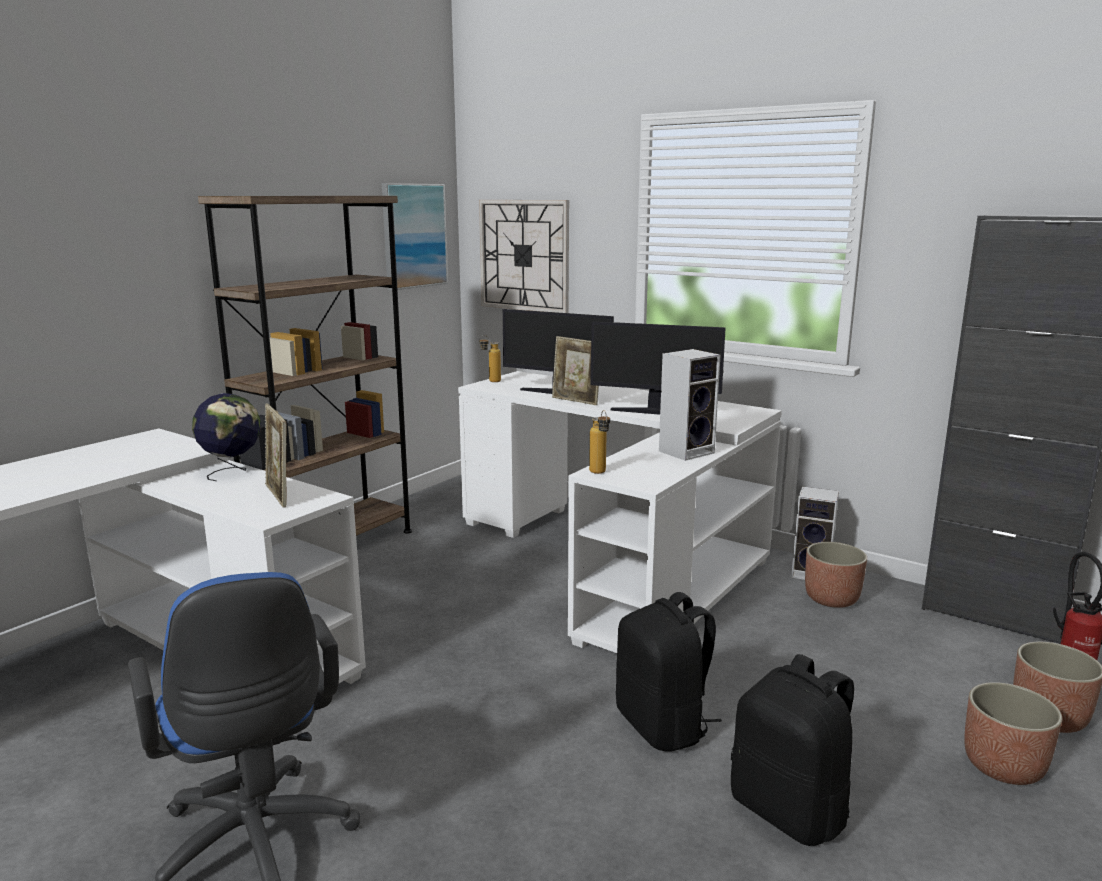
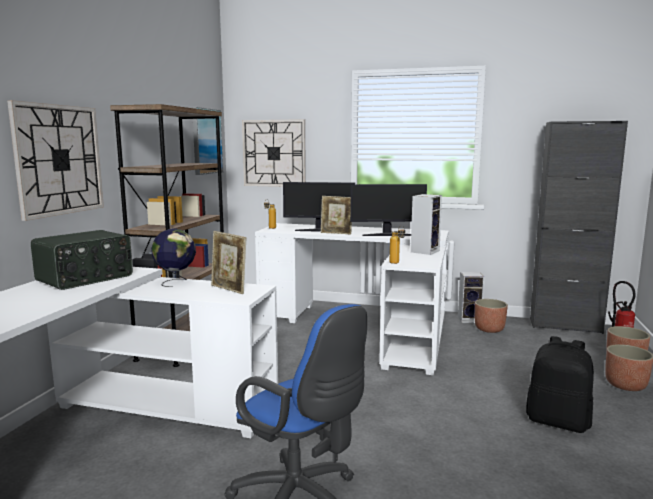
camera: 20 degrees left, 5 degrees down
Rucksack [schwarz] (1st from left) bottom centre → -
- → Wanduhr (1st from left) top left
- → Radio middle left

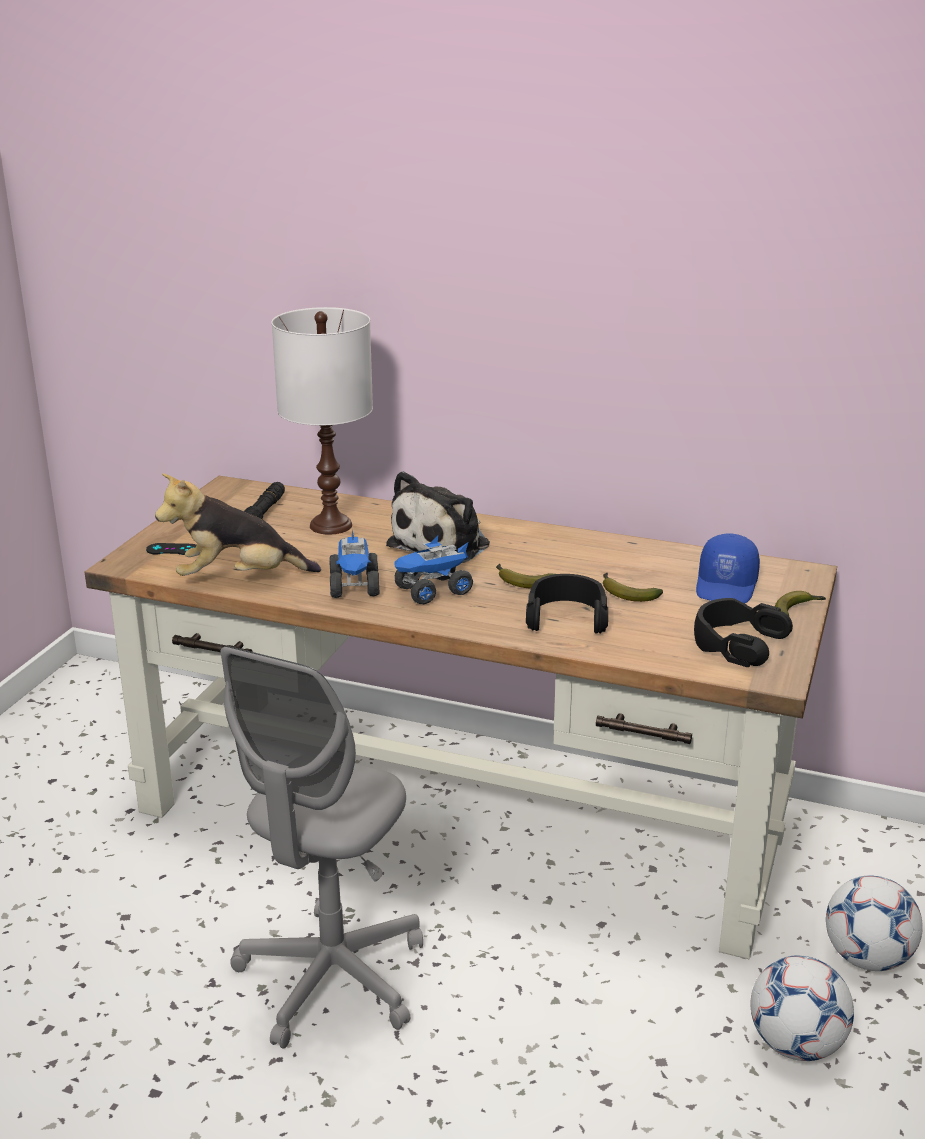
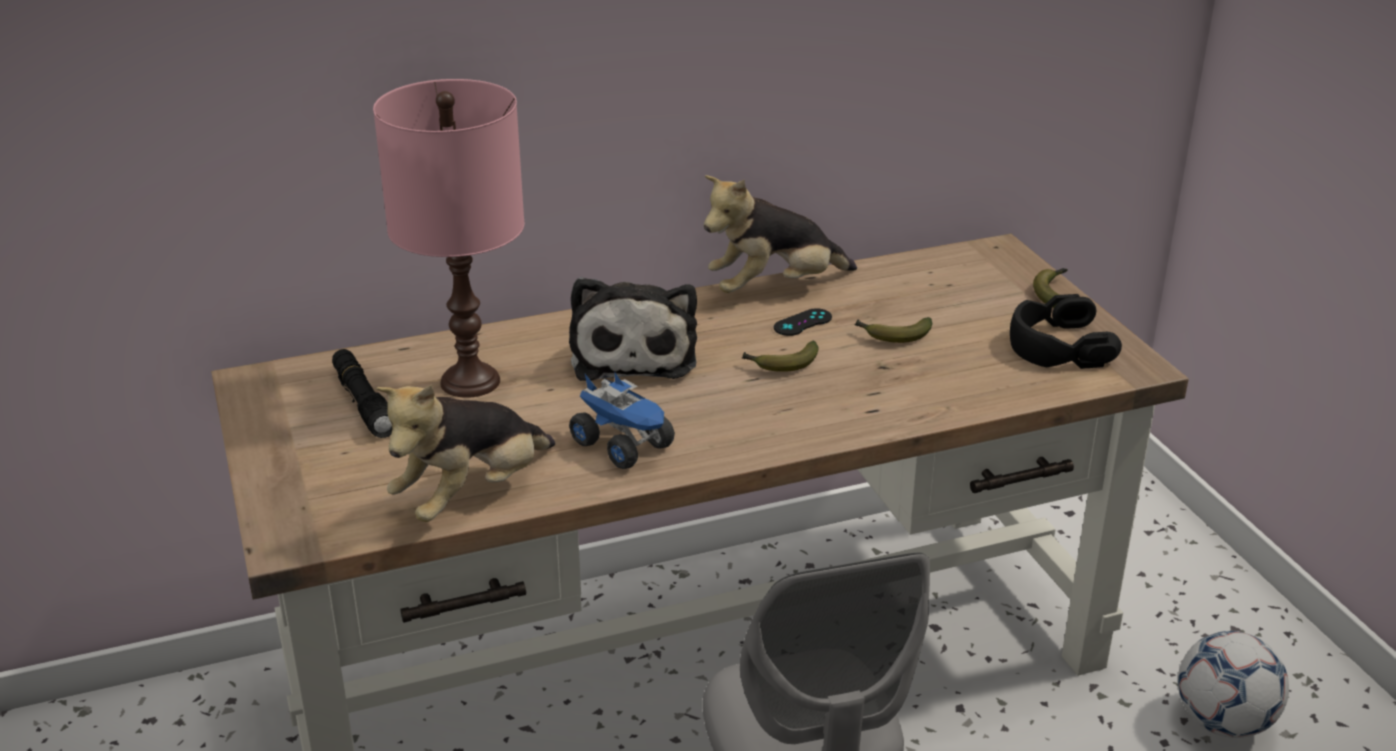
camera: 40 degrees left, 5 degrees up
Tischlampe [weiß] centre → Tischlampe [rosa] top left
Kappe [blau] middle right → -
Spielzeuglaster (2nd from left) centre → -
Gamepad [schwarz] middle left → Gamepad [schwarz] centre, moved
Kopfhörer [schwarz] (1st from left) centre → -
Fußball (2nd from left) bottom right → -
- → Plüschtier (3rd from left) top centre

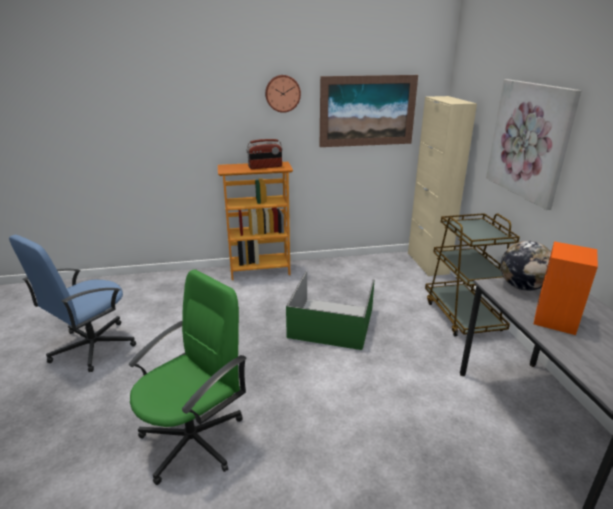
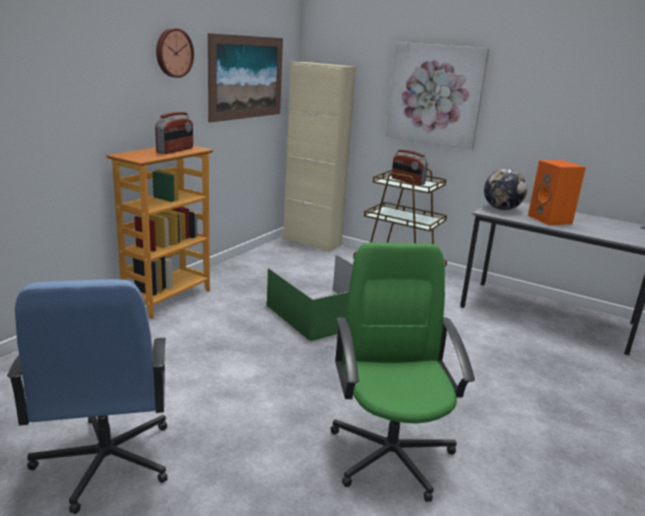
camera: 50 degrees left, 5 degrees down
- → Radio (2nd from left) top centre

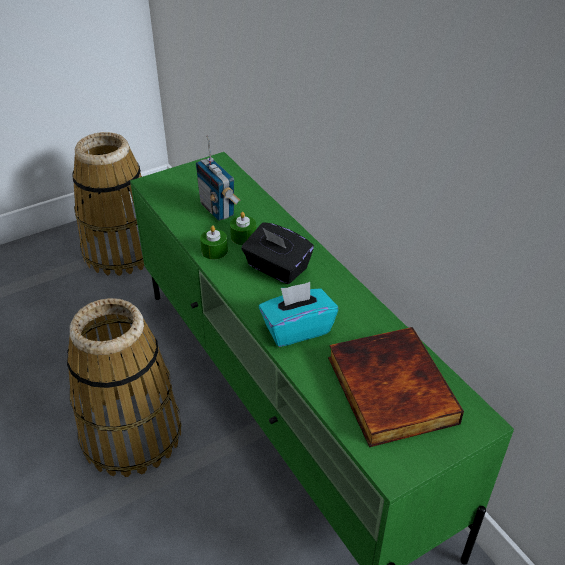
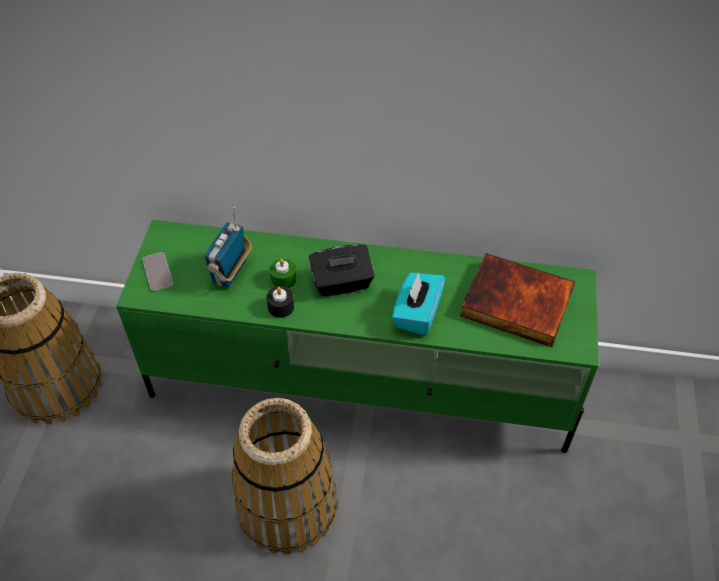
camera: 50 degrees left, 10 degrees up
Radio top centre → Radio middle left, 105 degrees clockwise
Kerze [grün] (1st from left) centre → Kerze [schwarz] centre
- → Handy middle left

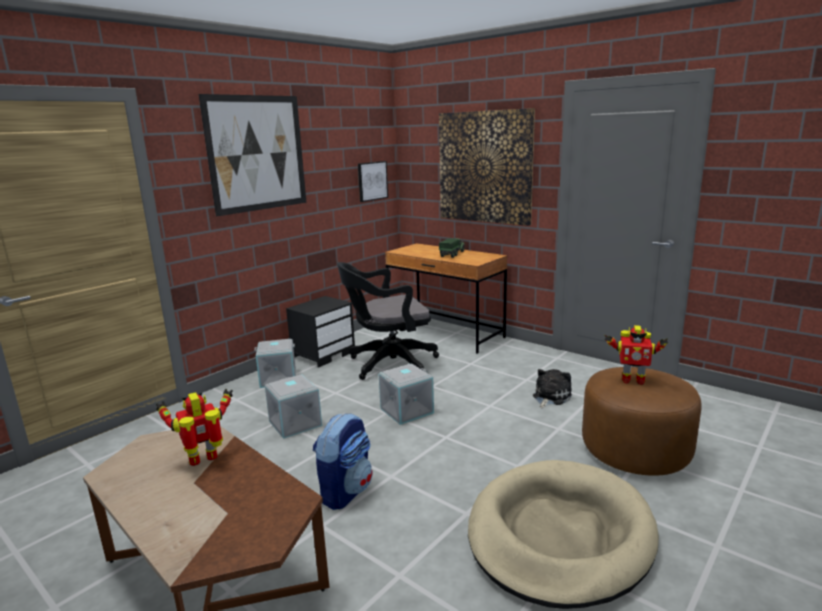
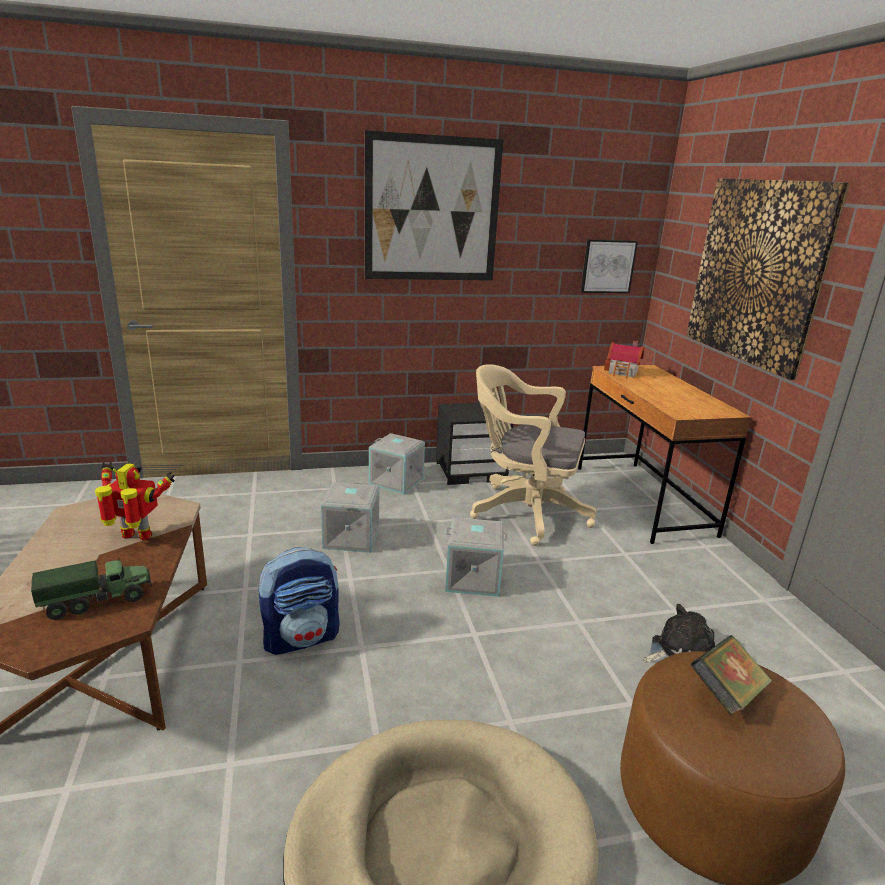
camera: 35 degrees right, 5 degrees up
Spielzeuglaster centre → Spielzeuglaster middle left, moved
Bürostuhl [schwarz] centre → Bürostuhl [beige] centre
Spielzeugroboter (2nd from left) middle right → Buch bottom right
- → Spielzeughaus middle right

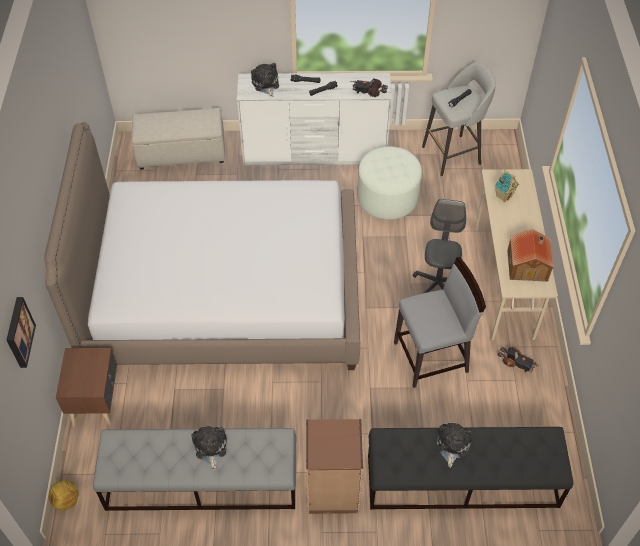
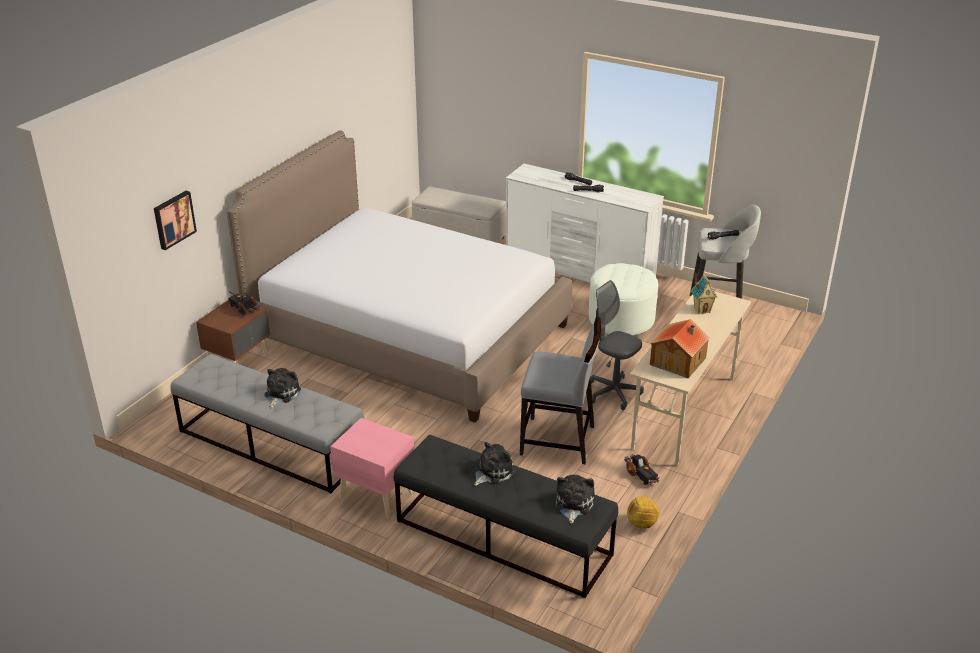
camera: 30 degrees right, 20 degrees down
Plüschtier (2nd from left in the first image) top centre → Plüschtier (3rd from left) bottom centre, moved
Spielzeuglaster (1st from left) top centre → Spielzeuglaster (1st from left) middle left, moved
Bürostuhl [grau] middle right → Bürostuhl [grau] centre, 90 degrees counterclockwise
Bücherregal [braun] bottom centre → Nachttisch [rosa] bottom centre
Fußball bottom left → Fußball bottom centre, moved

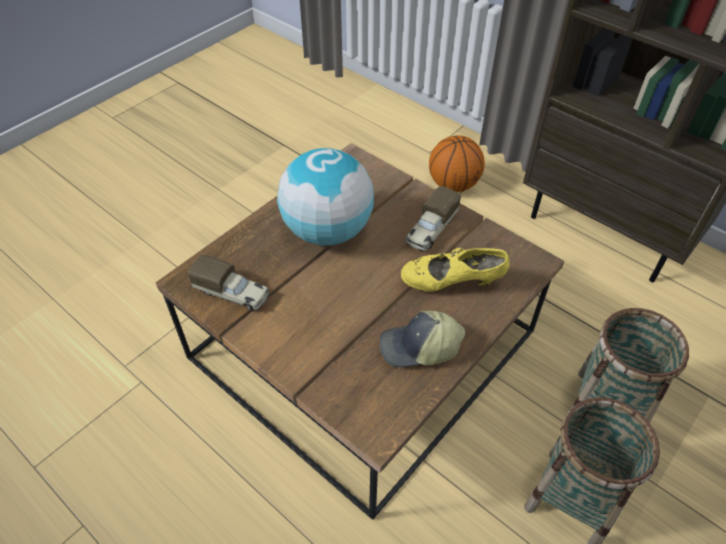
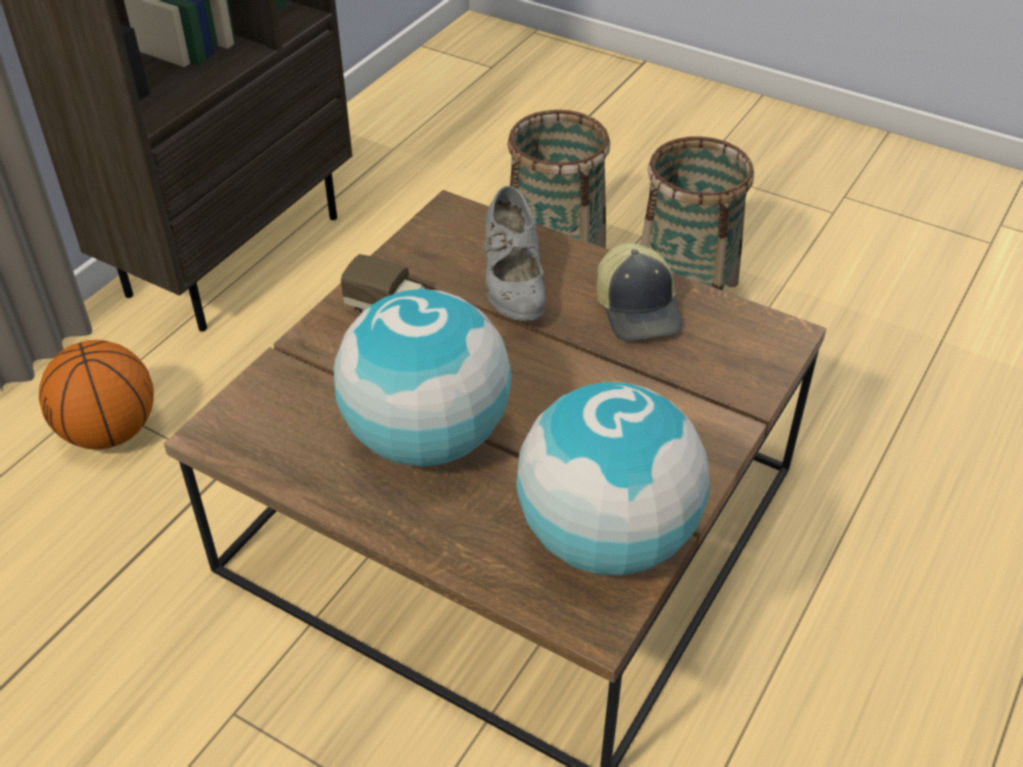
camera: 100 degrees left, 5 degrees down
Schuh [gelb] centre → Schuh [grau] top centre
Spielzeuglaster (1st from left) middle left → Globus (2nd from left) centre

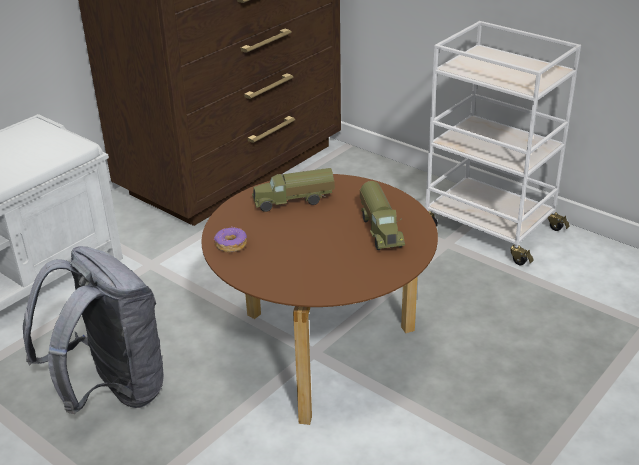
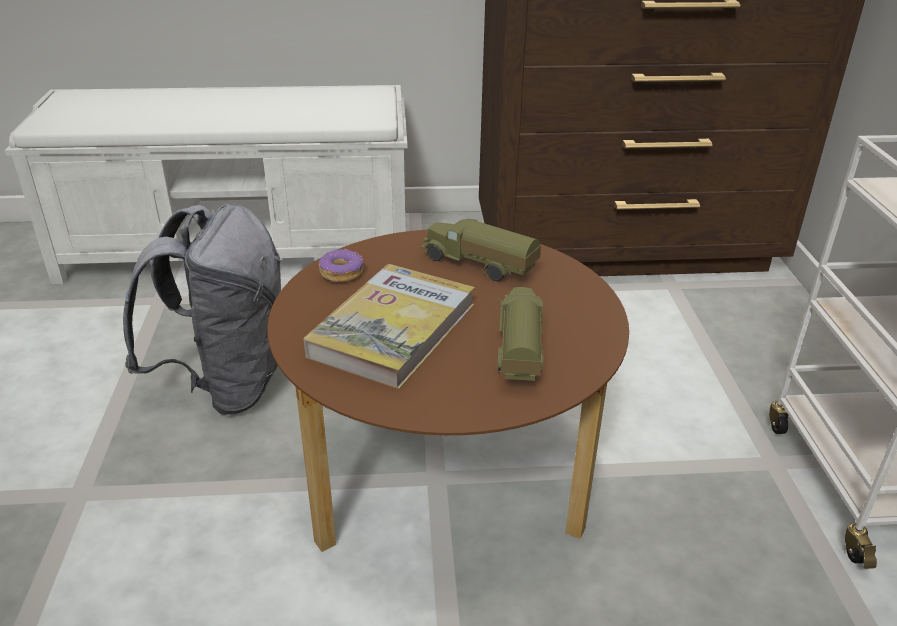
camera: 45 degrees right, 0 degrees up
Spielzeuglaster (2nd from left) centre, 150 degrees clockwise
- → Buch centre

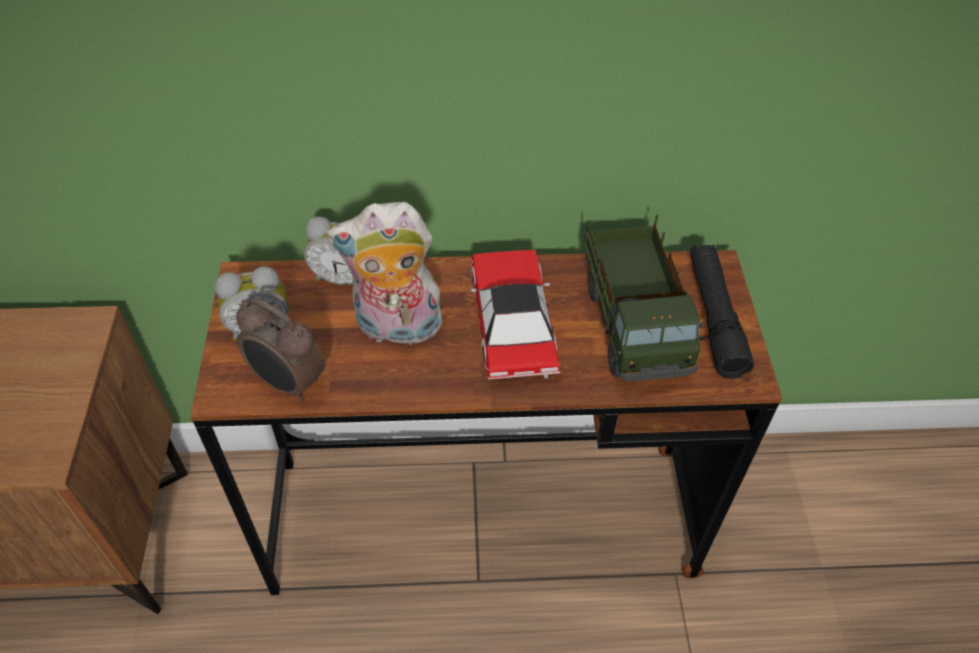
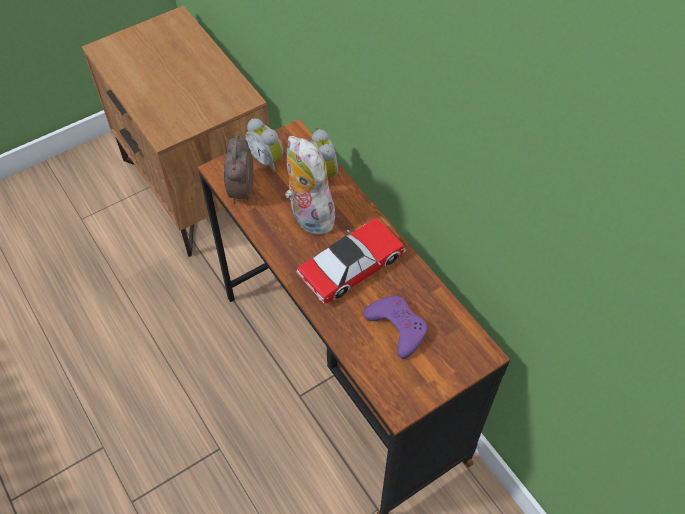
camera: 60 degrees right, 5 degrees up
Spielzeuglaster centre → Gamepad [lila] centre
Taschenlampe [schwarz] middle right → -

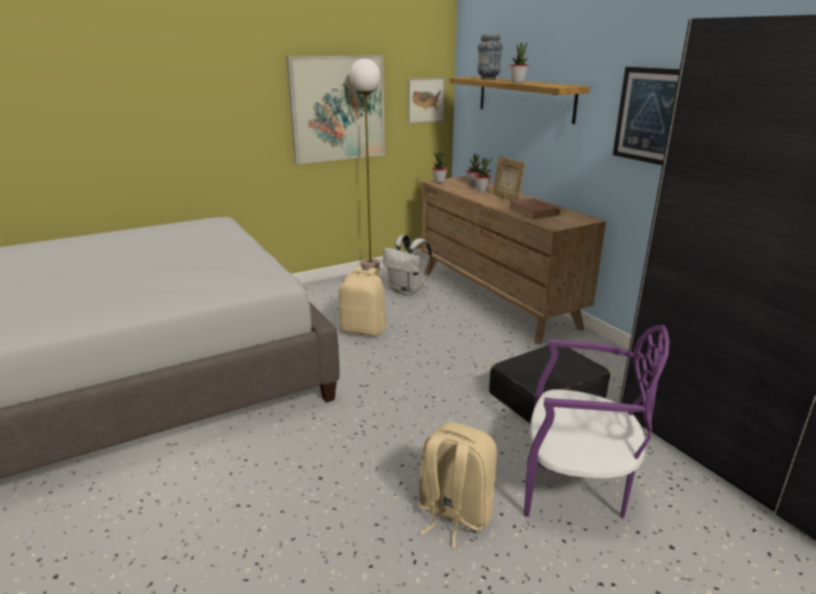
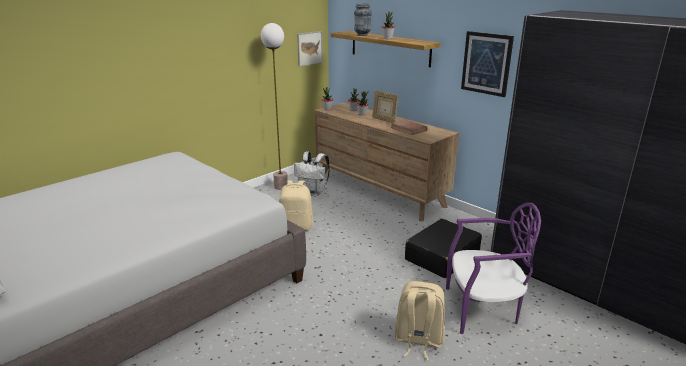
camera: 15 degrees left, 0 degrees up
Bild (1st from left) top centre → -

